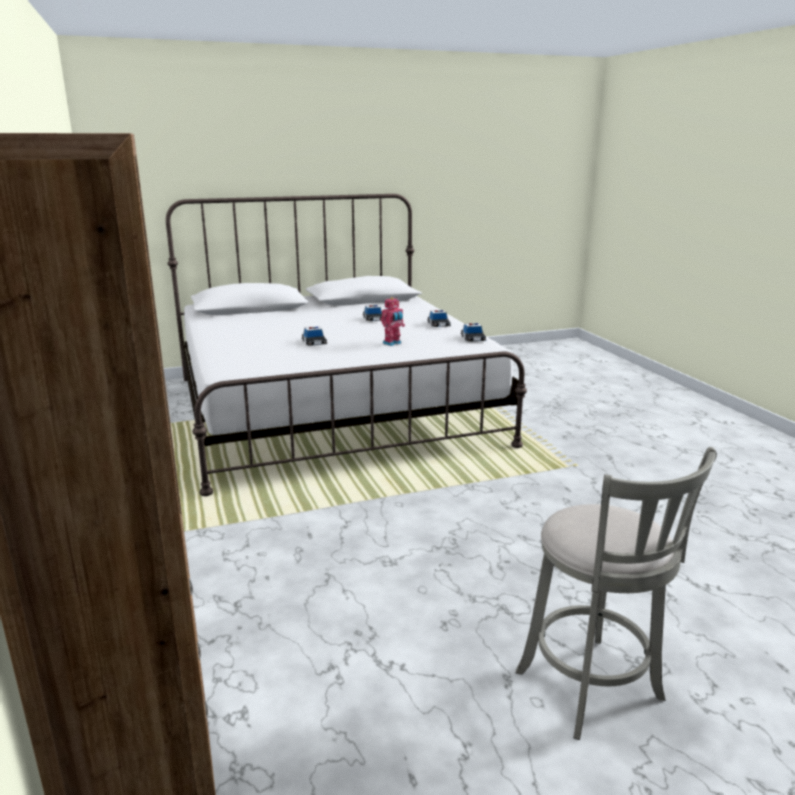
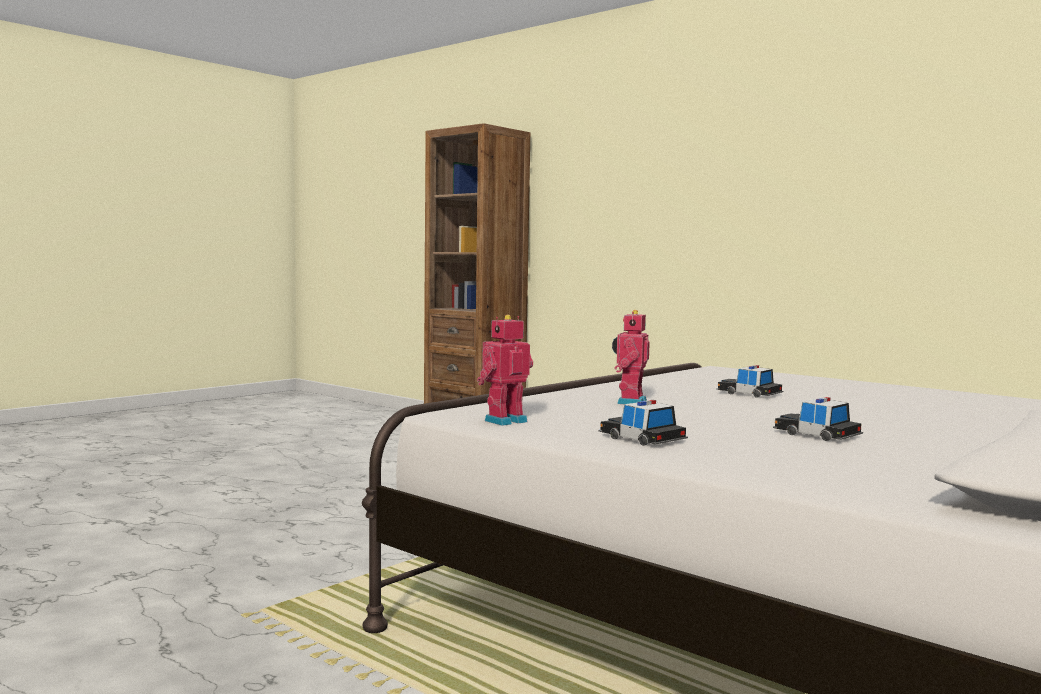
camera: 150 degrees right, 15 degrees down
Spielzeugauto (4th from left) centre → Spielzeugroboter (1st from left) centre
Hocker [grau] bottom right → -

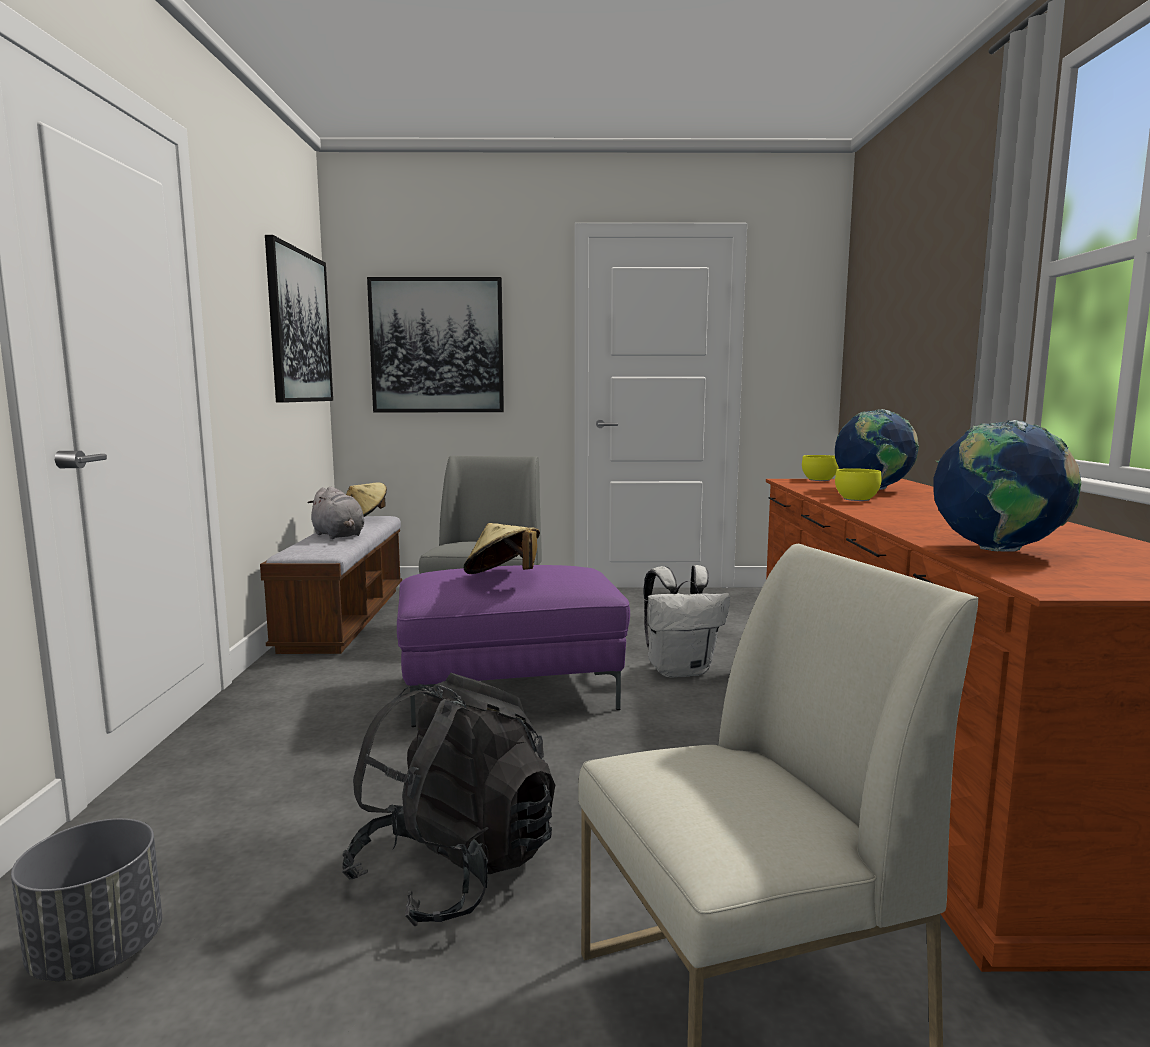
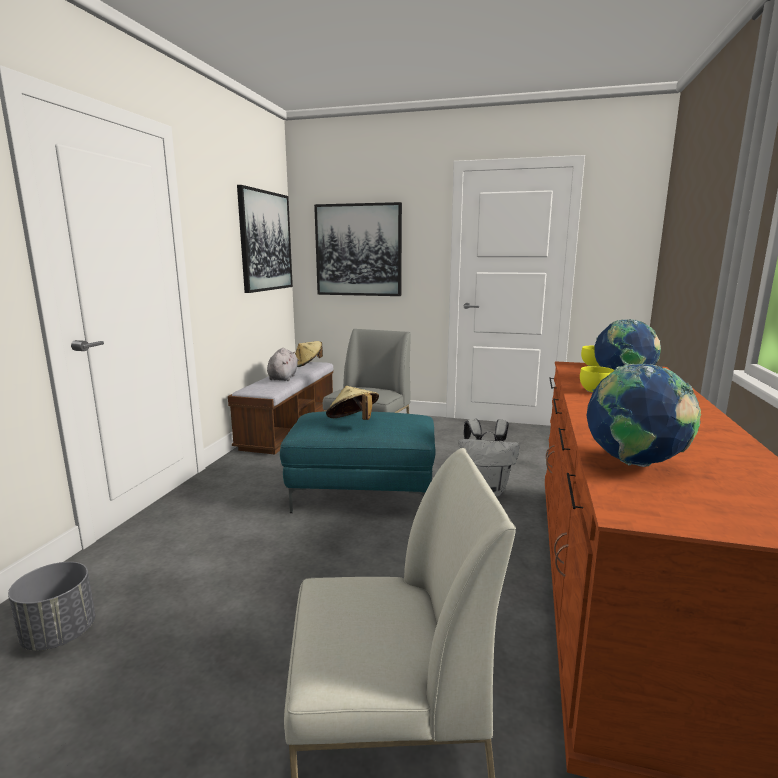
camera: 15 degrees right, 5 degrees up
Plüschtier [grau] middle left → Plüschtier [grau] centre, 150 degrees counterclockwise
Polsterhocker [lila] centre → Polsterhocker [türkis] centre
Rucksack [schwarz] bottom centre → -

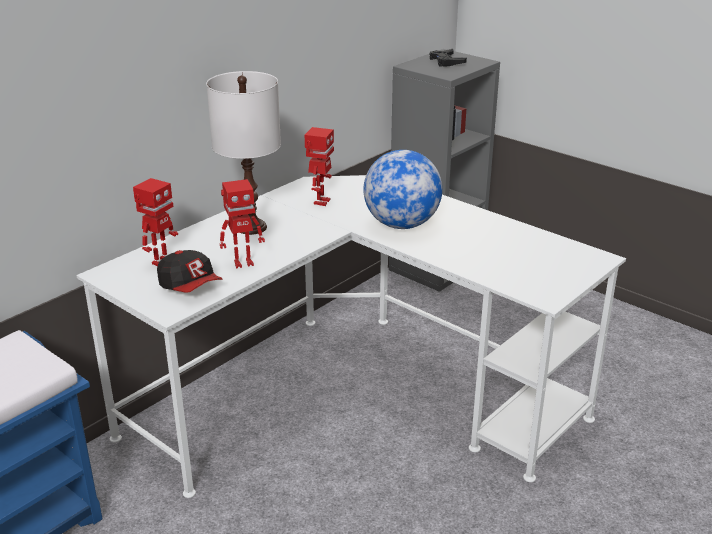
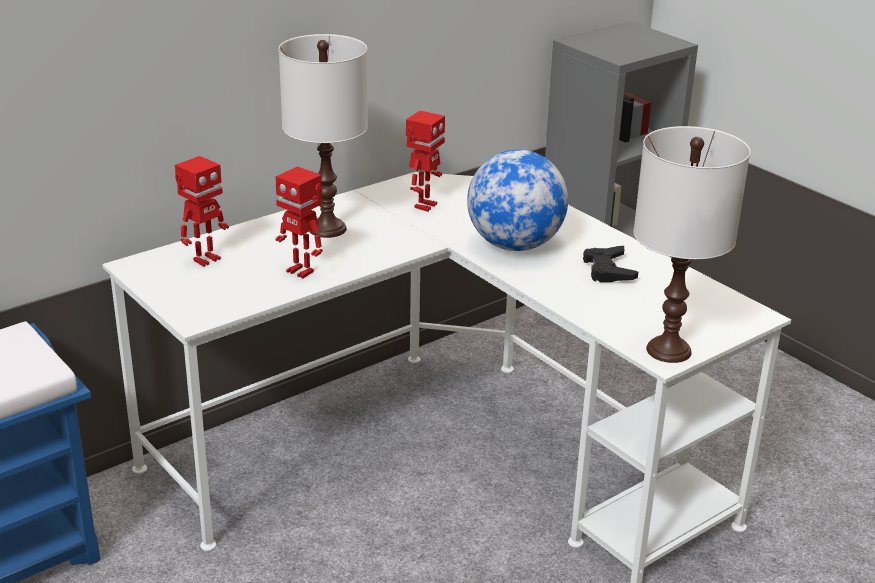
camera: 10 degrees right, 0 degrees up
Gamepad [schwarz] top centre → Gamepad [schwarz] middle right, moved
Spielzeugroboter (2nd from left) centre, 45 degrees clockwise
Kappe middle left → -
- → Tischlampe [weiß] (2nd from left) middle right

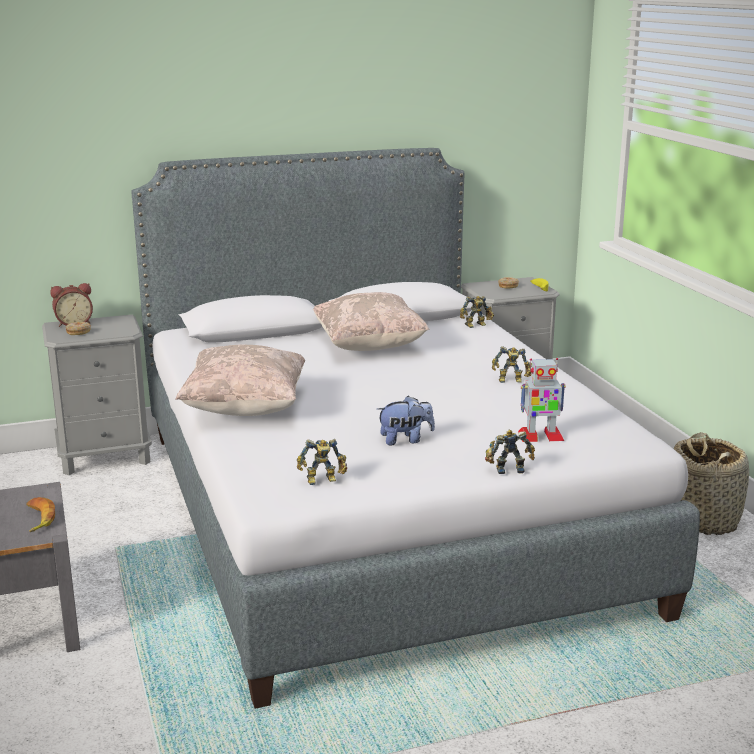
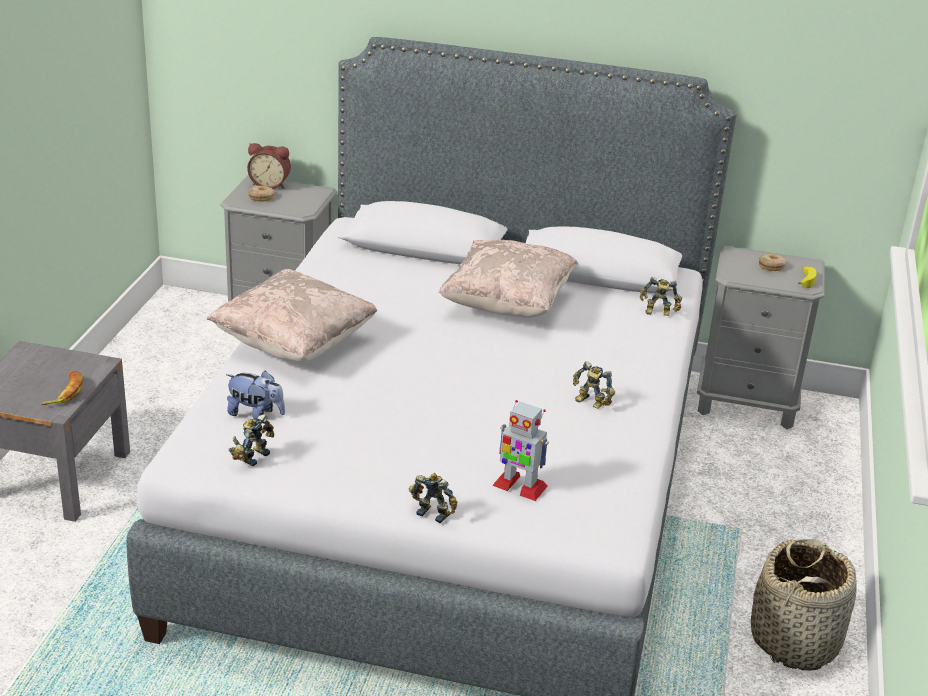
camera: 30 degrees right, 10 degrees up
Plüschtier centre → Plüschtier middle left, moved
Spielzeugroboter (1st from left) centre → Spielzeugroboter (1st from left) middle left, 105 degrees clockwise

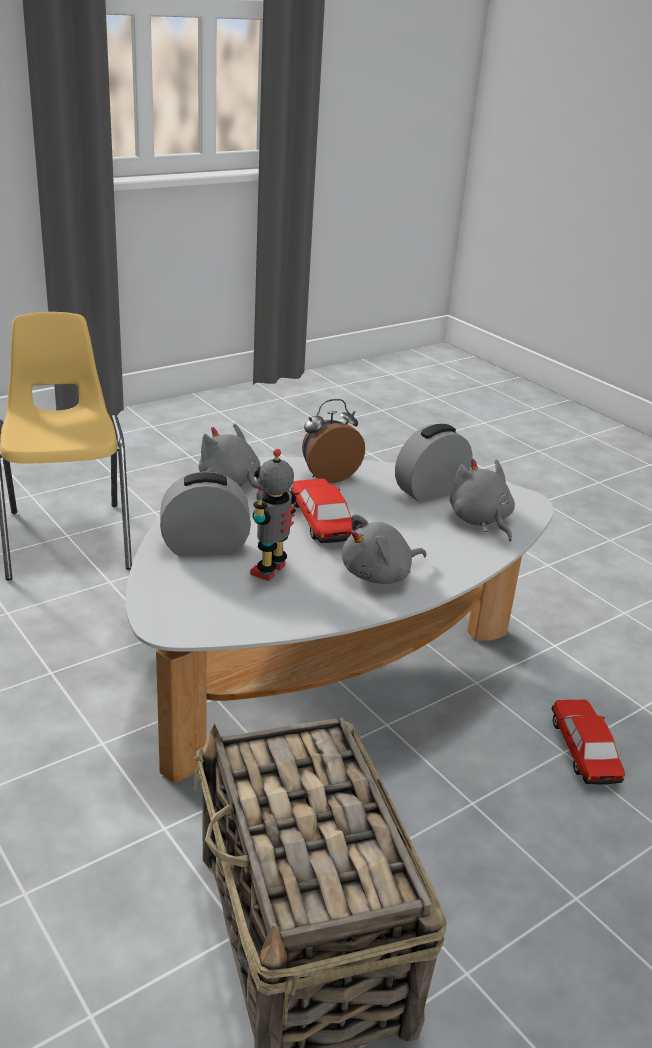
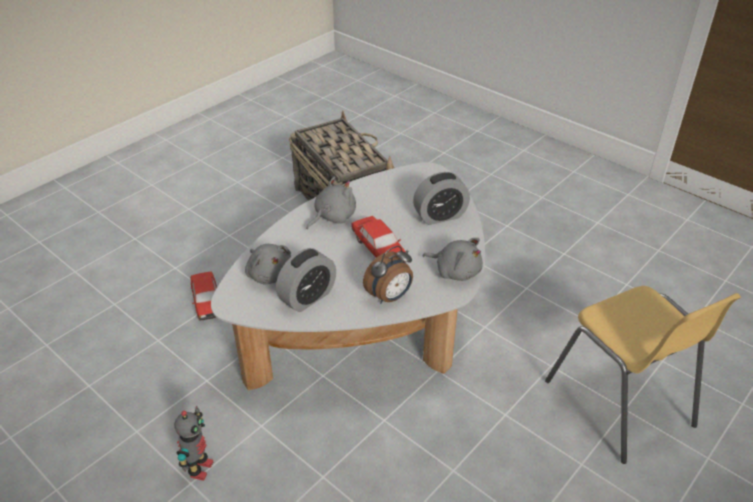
camera: 170 degrees right, 10 degrees up
Spielzeugroboter centre → Spielzeugroboter bottom left, moved

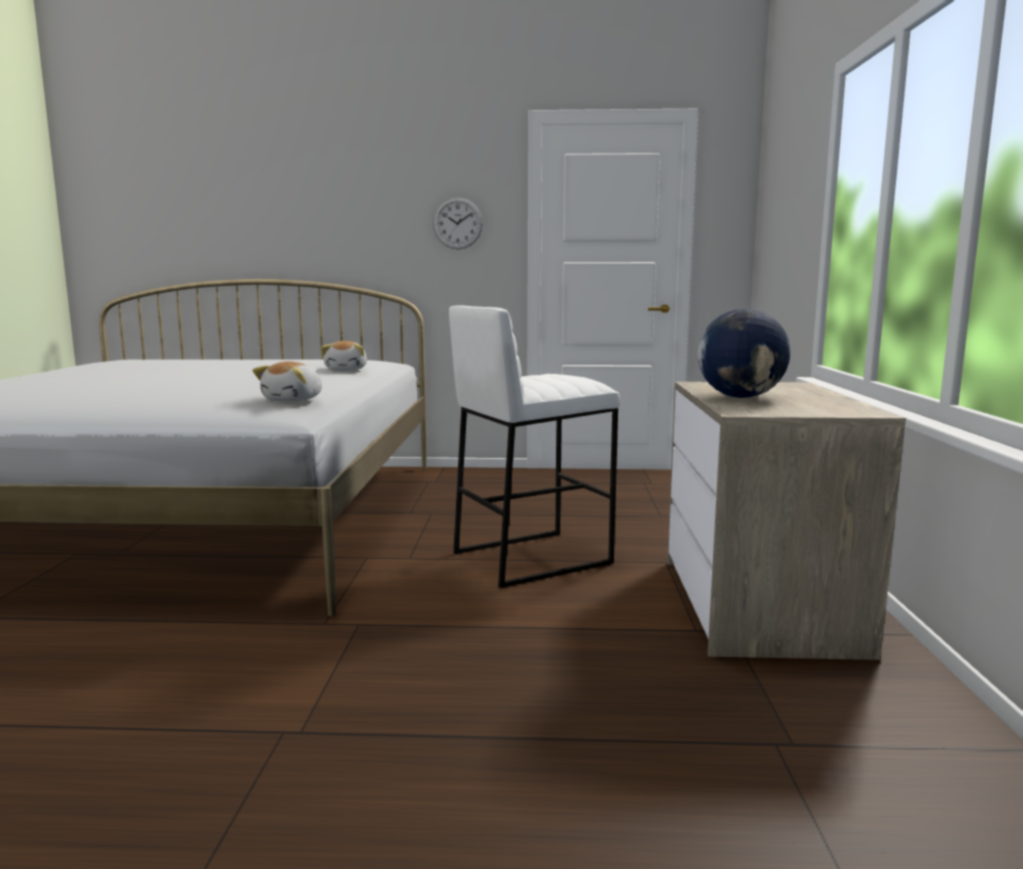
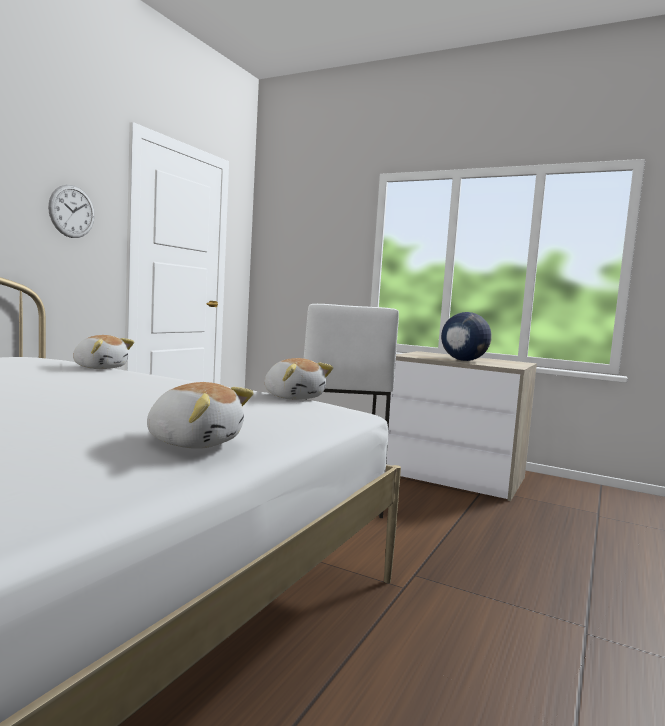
camera: 65 degrees left, 5 degrees down
- → Plüschtier (2nd from left) middle left

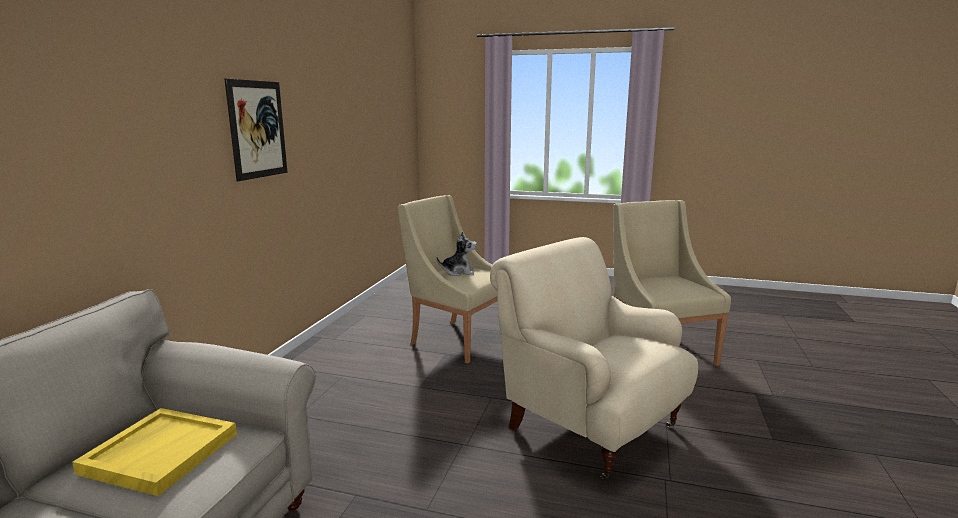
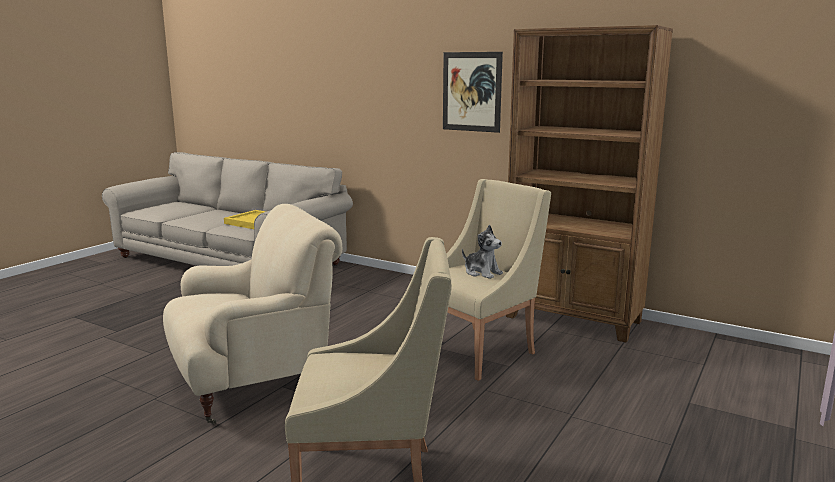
camera: 105 degrees right, 0 degrees up
Plüschtier centre, 60 degrees counterclockwise
- → Bücherregal [braun] middle right

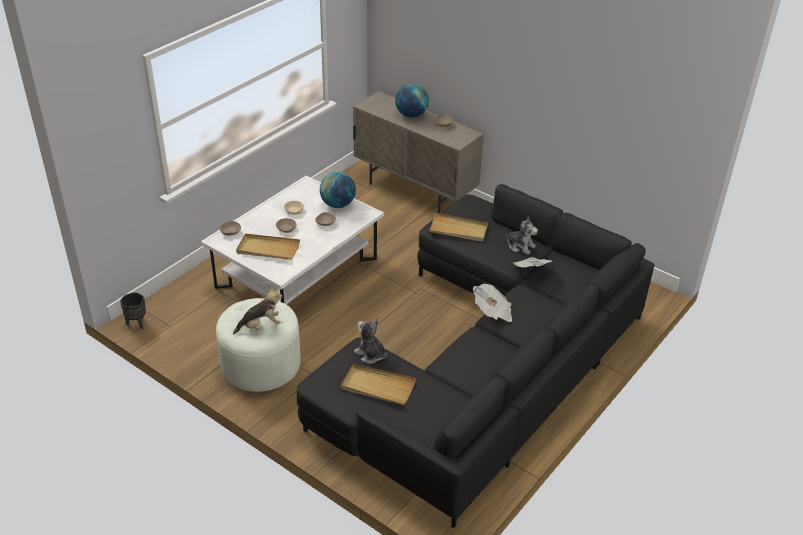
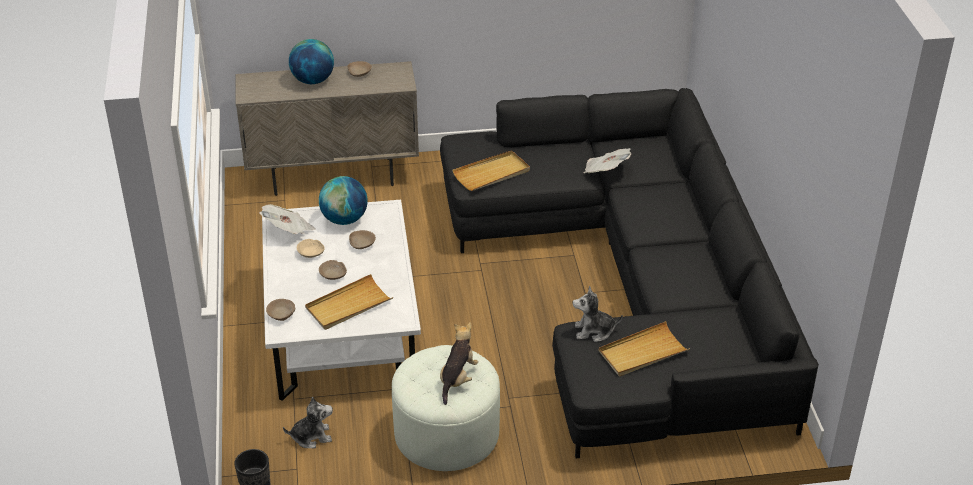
camera: 45 degrees left, 0 degrees up
Plüschtier (3rd from left in the first image) centre → Plüschtier (1st from left) bottom left, moved
Zeitung (1st from left) centre → Zeitung (1st from left) middle left, moved

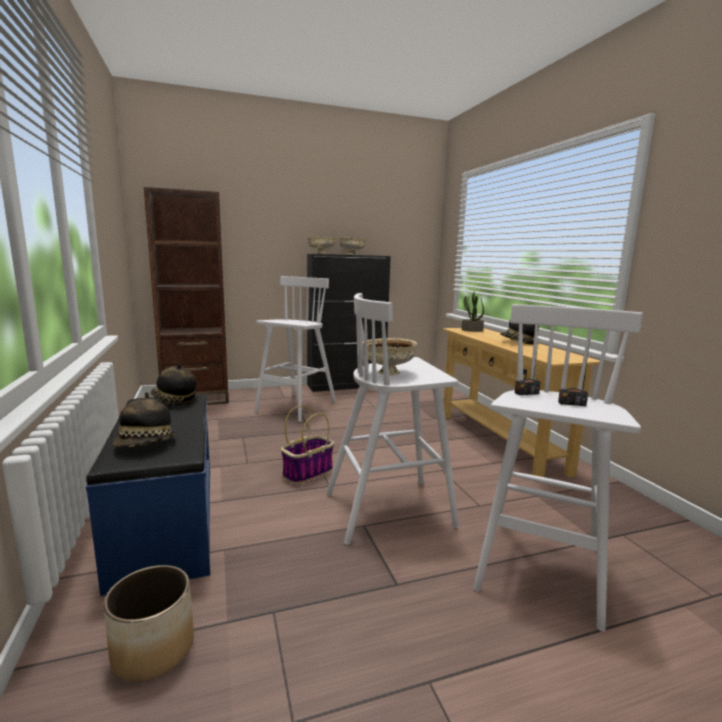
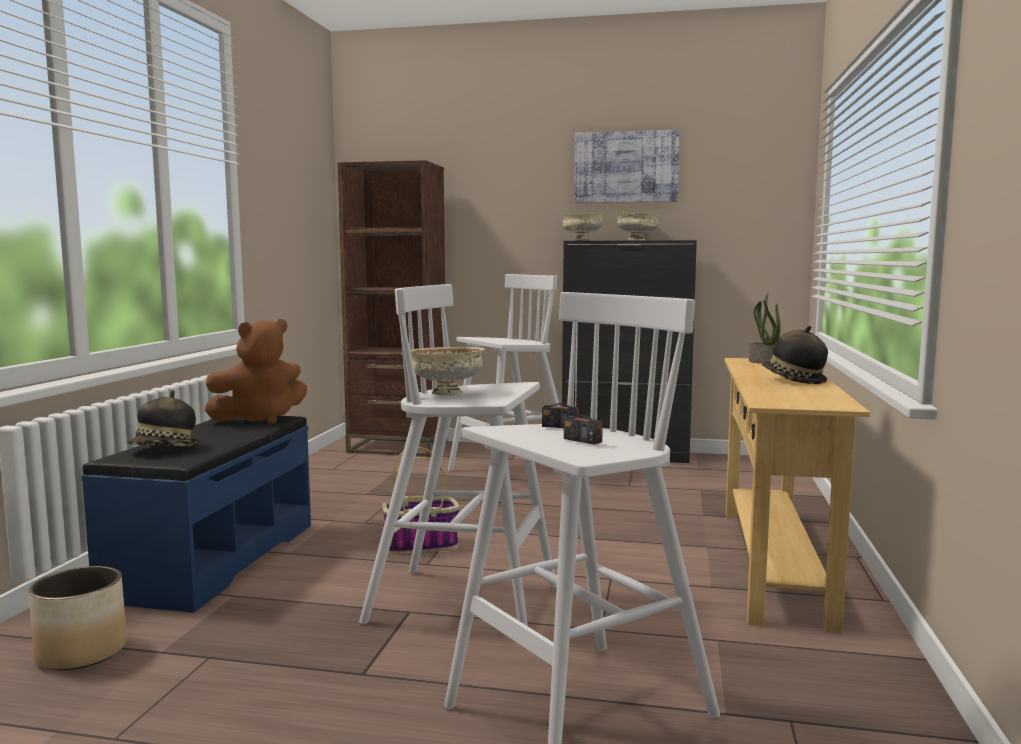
camera: 30 degrees right, 5 degrees down
Hut (2nd from left) middle left → Plüschtier [braun] middle left
- → Bild top centre

